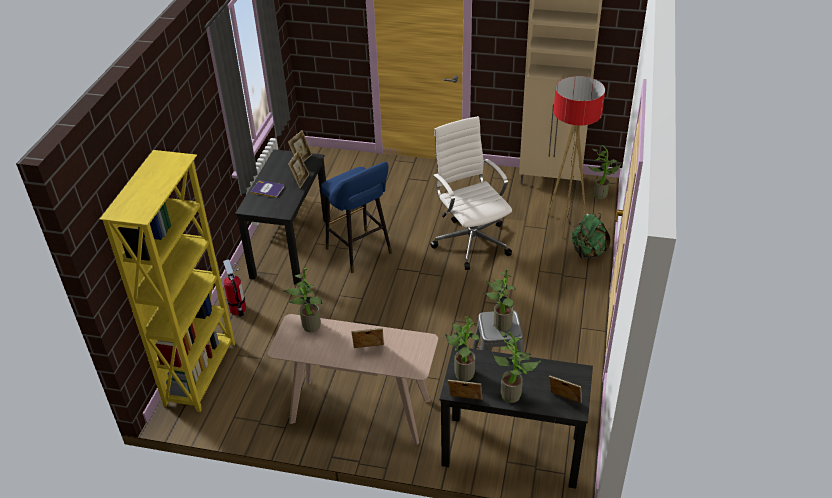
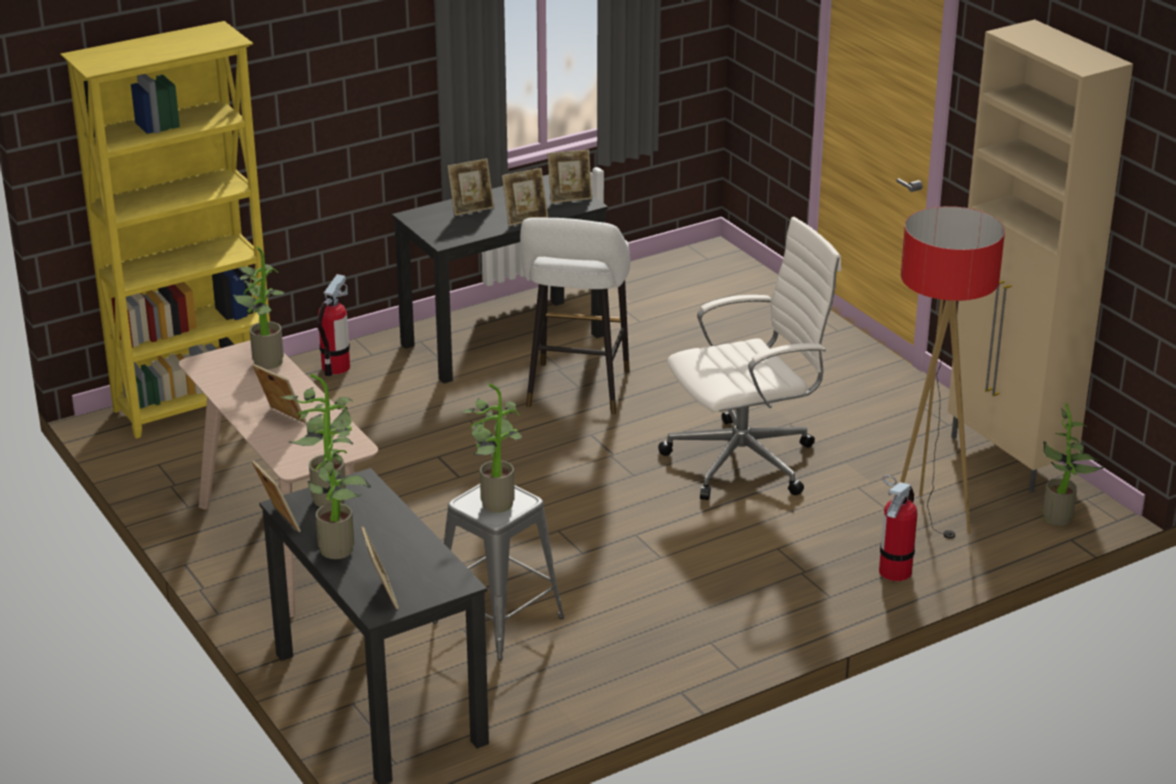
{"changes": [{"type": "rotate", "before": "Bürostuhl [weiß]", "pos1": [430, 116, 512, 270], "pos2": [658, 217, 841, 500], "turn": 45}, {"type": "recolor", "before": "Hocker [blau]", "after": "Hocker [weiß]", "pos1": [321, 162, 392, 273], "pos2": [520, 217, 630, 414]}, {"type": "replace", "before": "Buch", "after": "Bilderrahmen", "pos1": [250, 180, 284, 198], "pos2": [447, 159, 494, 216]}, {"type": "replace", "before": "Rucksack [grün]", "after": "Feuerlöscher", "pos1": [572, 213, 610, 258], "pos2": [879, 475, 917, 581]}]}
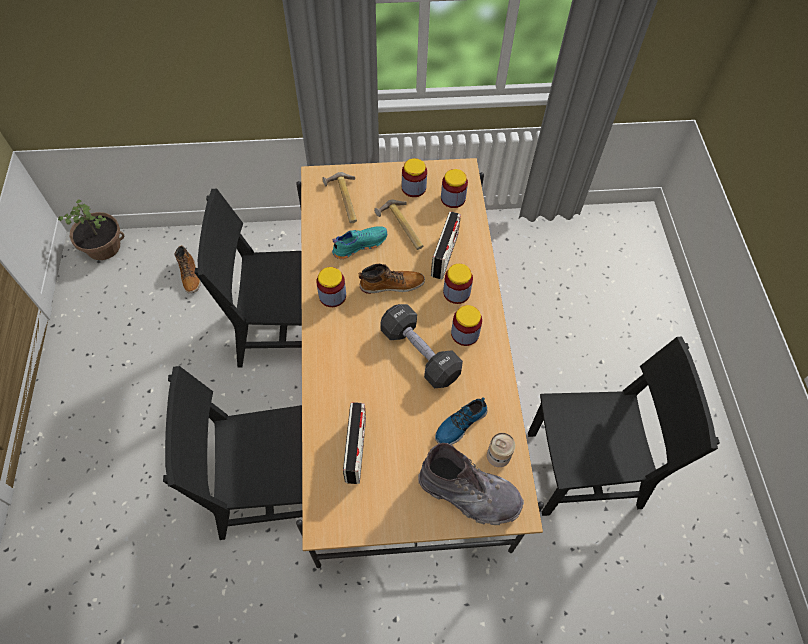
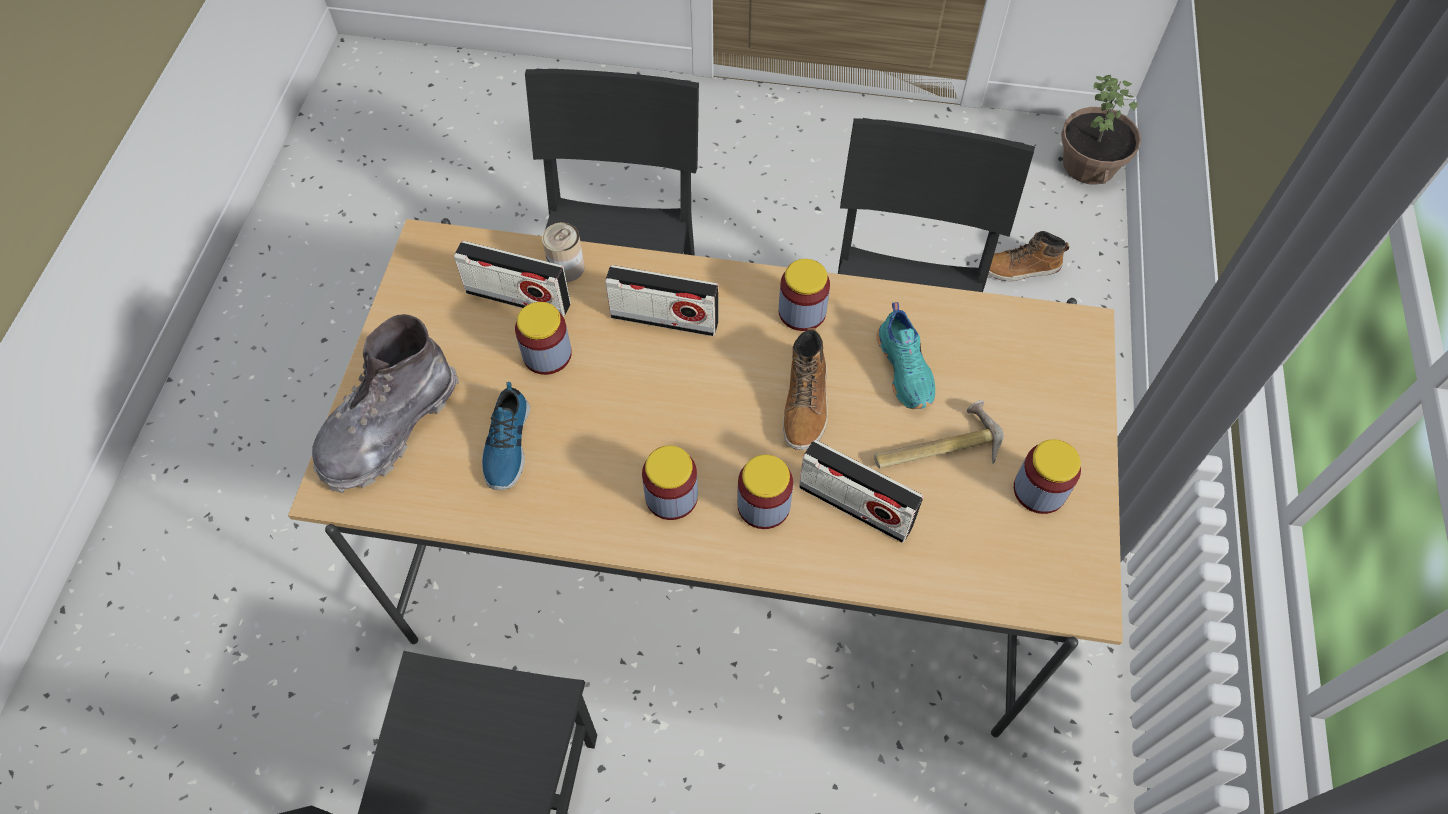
{"changes": [{"type": "move", "before": "Vorratsglas", "pos1": [441, 169, 468, 208], "pos2": [515, 302, 572, 375]}, {"type": "delete", "before": "Hammer", "pos1": [322, 172, 357, 223]}, {"type": "delete", "before": "Hantel [schwarz]", "pos1": [380, 304, 463, 388]}, {"type": "rotate", "before": "Schuh", "pos1": [435, 397, 487, 445], "pos2": [482, 382, 530, 490], "turn": -150}, {"type": "move", "before": "Dose", "pos1": [487, 433, 515, 467], "pos2": [542, 223, 585, 282]}, {"type": "insert", "after": "Radio", "pos2": [605, 265, 719, 336]}]}
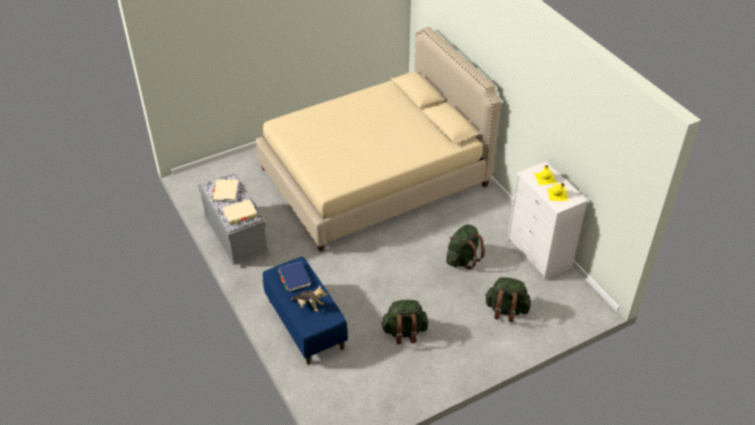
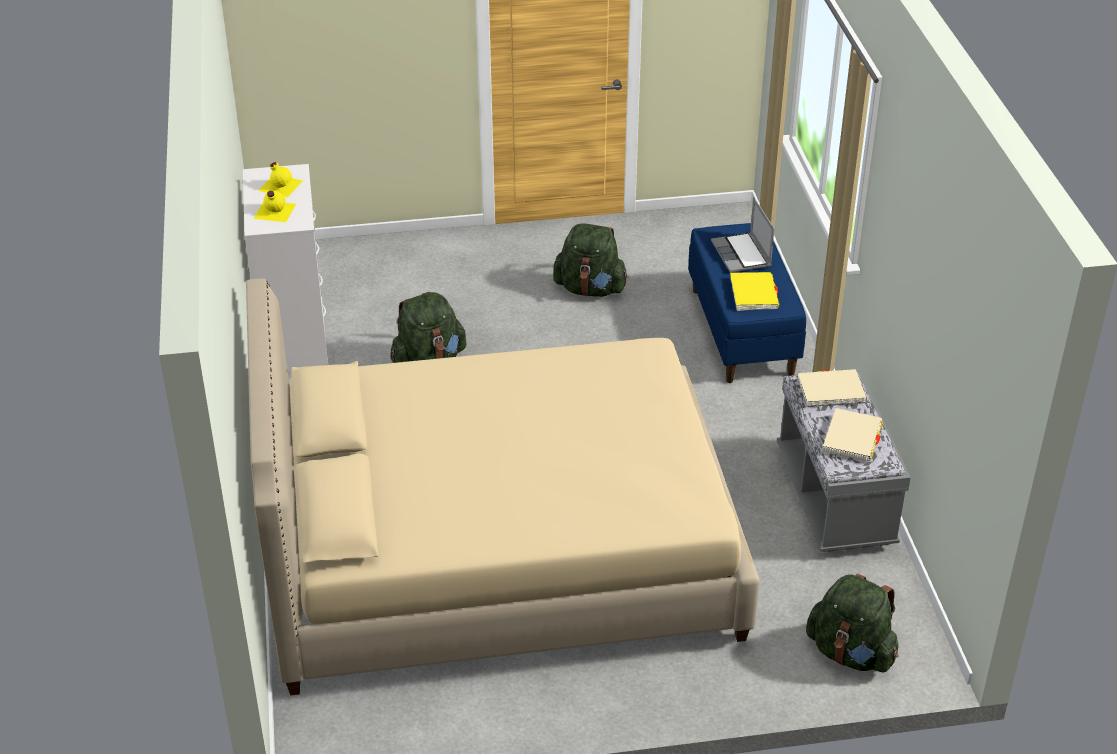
{"changes": [{"type": "recolor", "before": "Buch [blau]", "after": "Buch [gelb]", "pos1": [278, 261, 311, 292], "pos2": [730, 272, 779, 311]}, {"type": "move", "before": "Rucksack [grün]", "pos1": [485, 277, 531, 322], "pos2": [806, 574, 899, 672]}, {"type": "replace", "before": "Plüschtier", "after": "Laptop", "pos1": [290, 286, 327, 312], "pos2": [711, 197, 775, 273]}]}
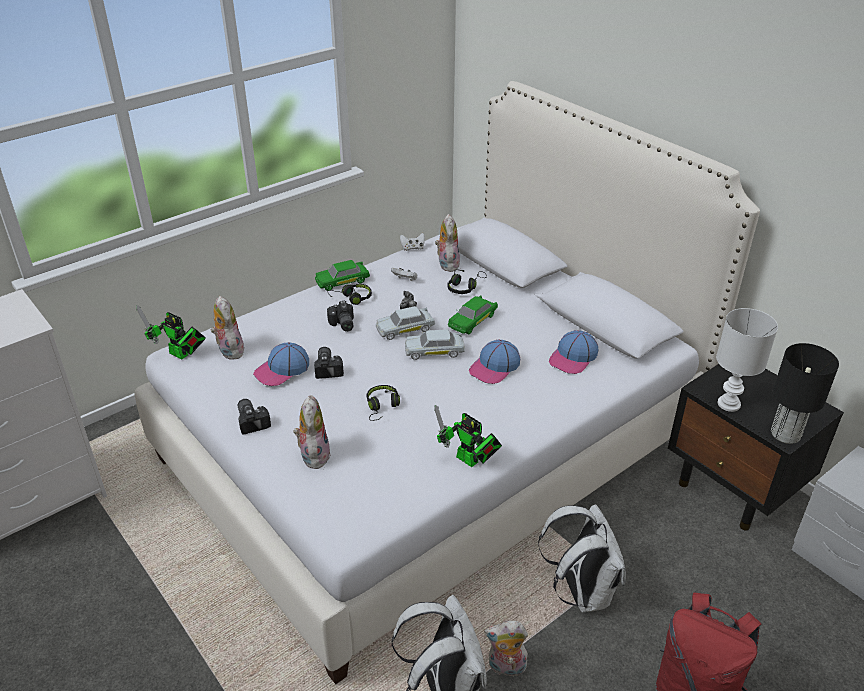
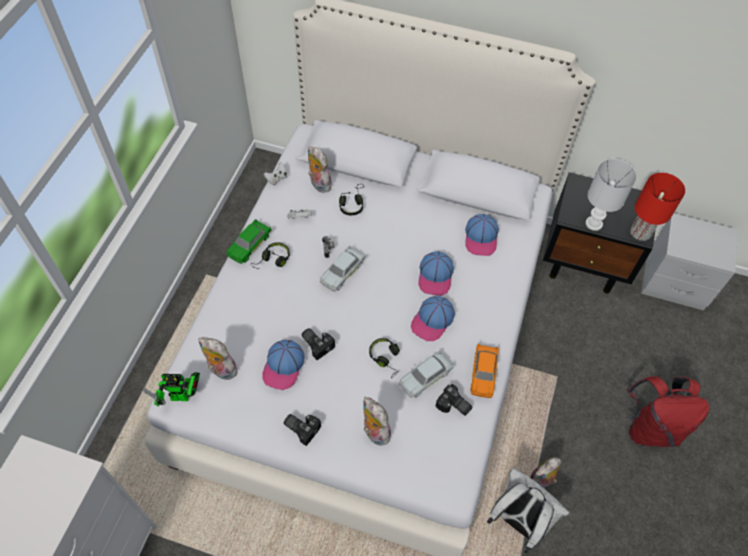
{"changes": [{"type": "delete", "before": "Spielzeugauto [grün]", "pos1": [448, 295, 498, 334]}, {"type": "move", "before": "Kamera", "pos1": [327, 301, 354, 332], "pos2": [436, 384, 472, 416]}, {"type": "move", "before": "Spielzeugauto [weiß]", "pos1": [405, 329, 465, 360], "pos2": [399, 351, 454, 398]}, {"type": "recolor", "before": "Tischlampe [schwarz]", "after": "Tischlampe [rot]", "pos1": [771, 343, 839, 444], "pos2": [630, 173, 685, 241]}, {"type": "replace", "before": "Spielzeugroboter", "after": "Spielzeugauto [orange]", "pos1": [434, 405, 502, 467], "pos2": [470, 344, 499, 398]}, {"type": "delete", "before": "Rucksack [weiß]", "pos1": [538, 504, 626, 612]}, {"type": "insert", "after": "Kappe", "pos2": [411, 296, 455, 341]}]}
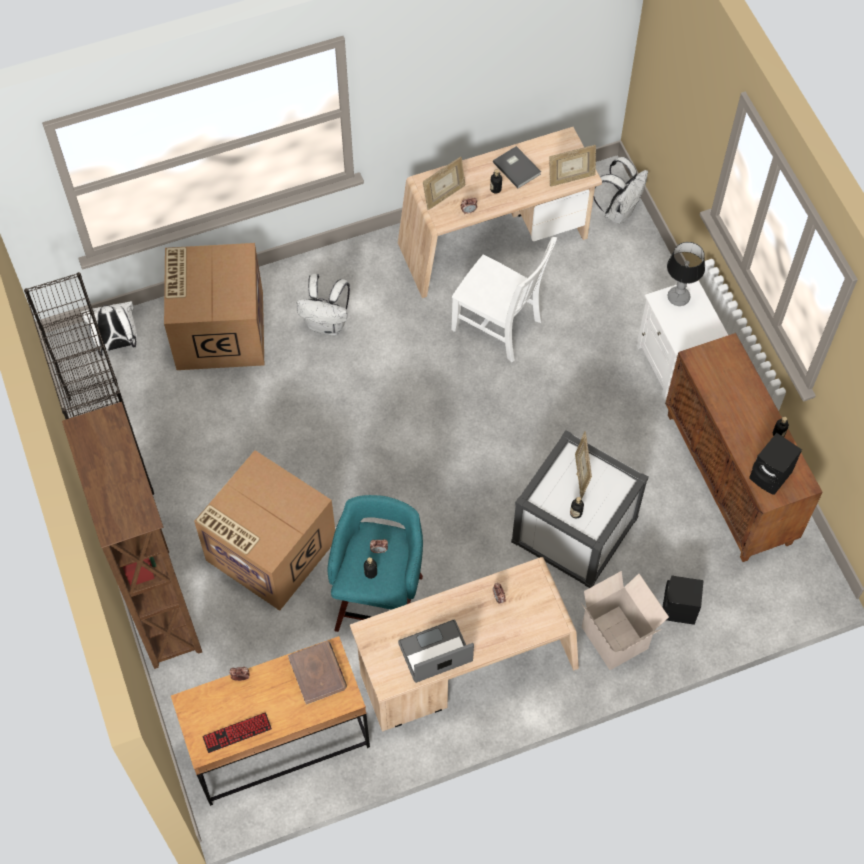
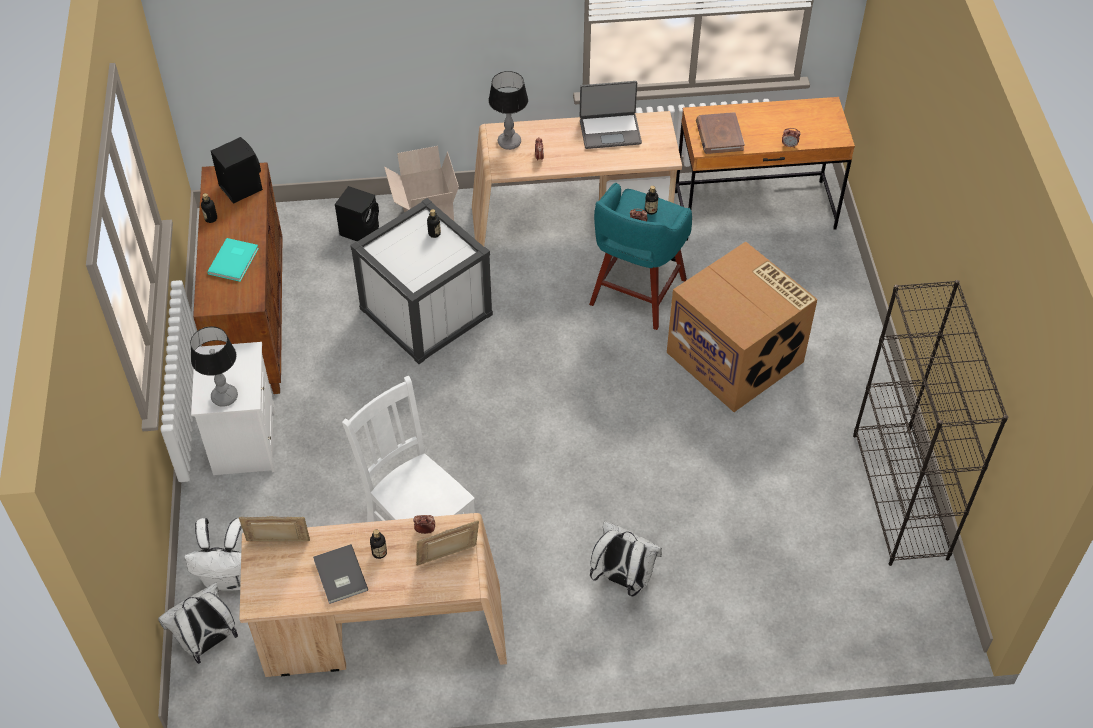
{"changes": [{"type": "delete", "before": "Karton", "pos1": [164, 243, 264, 370]}, {"type": "move", "before": "Rucksack [weiß]", "pos1": [81, 301, 137, 356], "pos2": [184, 518, 242, 591]}, {"type": "delete", "before": "Bücherregal [braun]", "pos1": [62, 402, 202, 669]}, {"type": "delete", "before": "Bilderrahmen", "pos1": [575, 431, 592, 499]}, {"type": "delete", "before": "Tastatur", "pos1": [202, 712, 272, 753]}, {"type": "insert", "after": "Tischlampe", "pos2": [489, 71, 528, 150]}, {"type": "insert", "after": "Buch [türkis]", "pos2": [207, 238, 259, 282]}]}
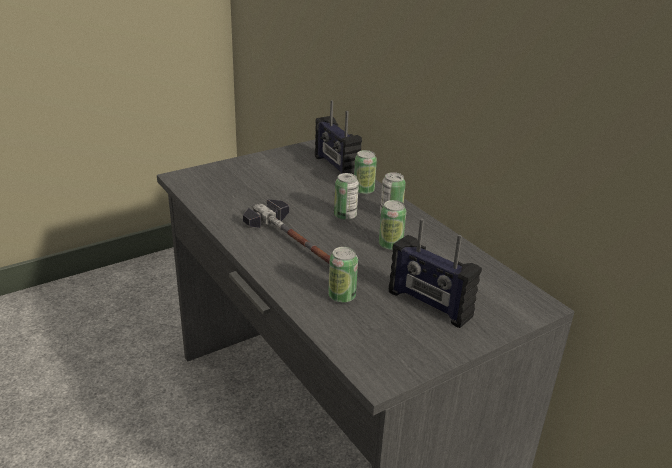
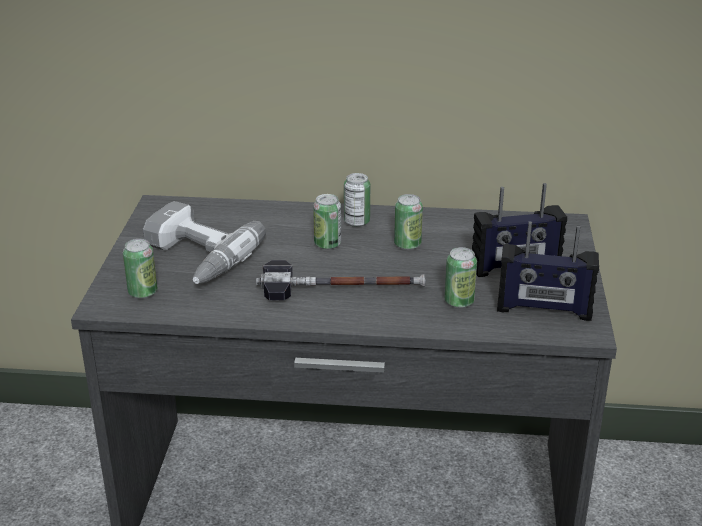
{"changes": [{"type": "move", "before": "Radio", "pos1": [315, 100, 362, 174], "pos2": [497, 222, 599, 321]}, {"type": "move", "before": "Dose", "pos1": [354, 150, 377, 195], "pos2": [123, 239, 157, 299]}, {"type": "insert", "after": "Bohrmaschine", "pos2": [143, 201, 266, 284]}]}
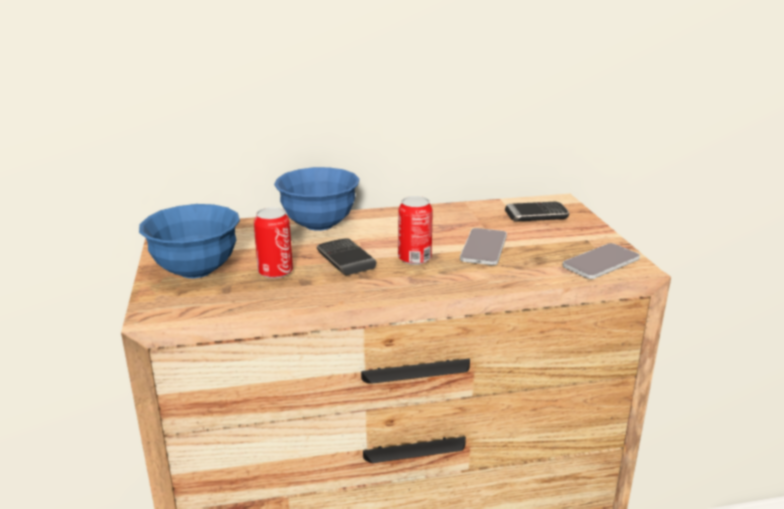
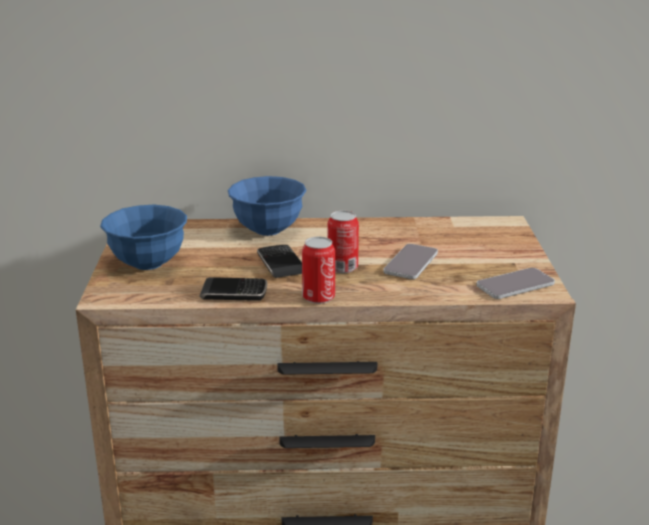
{"changes": [{"type": "move", "before": "Handy", "pos1": [505, 202, 569, 222], "pos2": [199, 277, 267, 301]}, {"type": "move", "before": "Dose", "pos1": [254, 207, 293, 279], "pos2": [302, 237, 335, 304]}]}
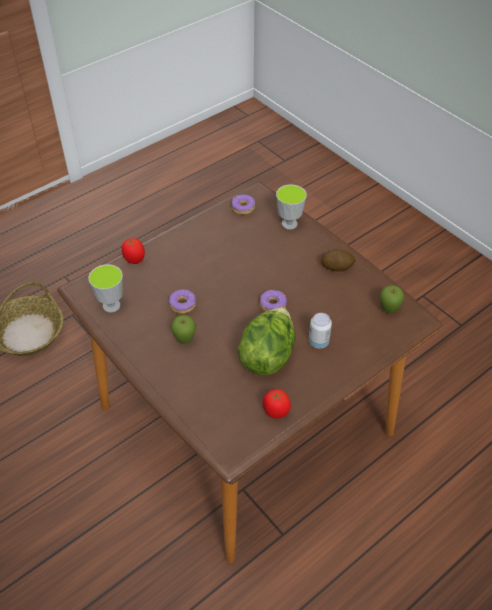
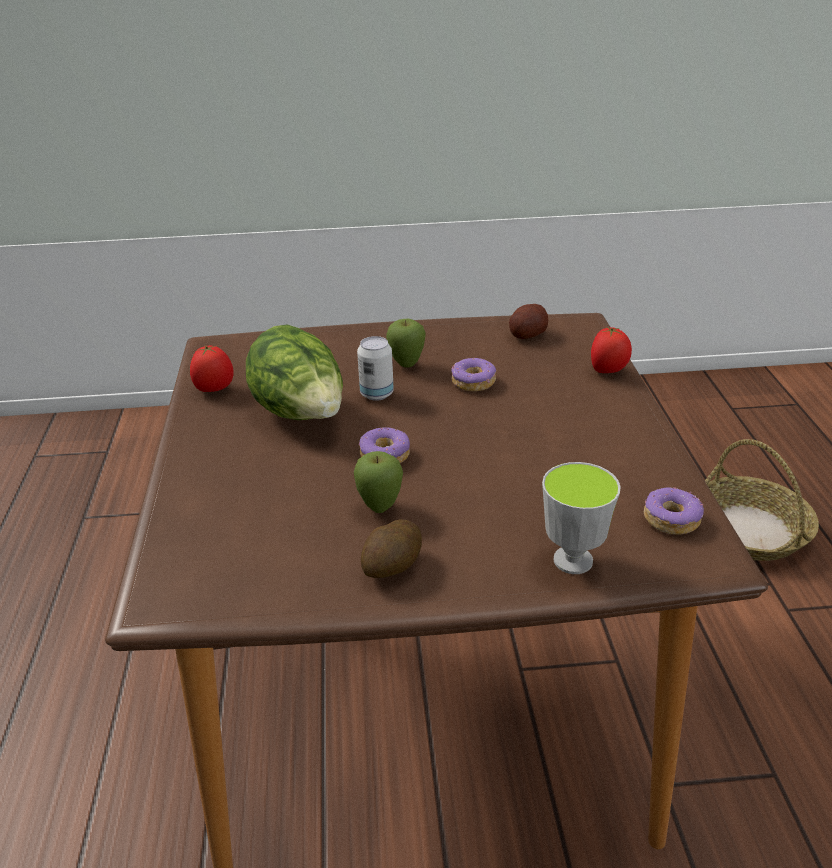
{"changes": [{"type": "replace", "before": "Tasse", "after": "Kartoffel", "pos1": [88, 264, 123, 313], "pos2": [509, 304, 548, 339]}, {"type": "move", "before": "Apfel", "pos1": [380, 285, 404, 313], "pos2": [354, 451, 403, 513]}, {"type": "move", "before": "Dose", "pos1": [309, 313, 332, 349], "pos2": [357, 336, 394, 401]}]}
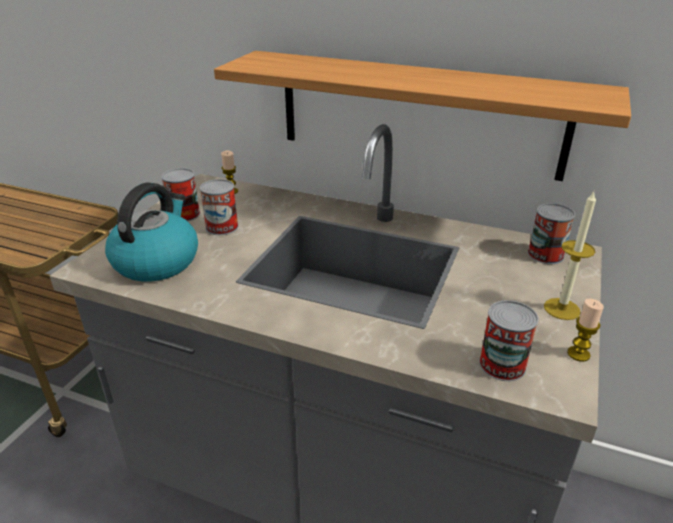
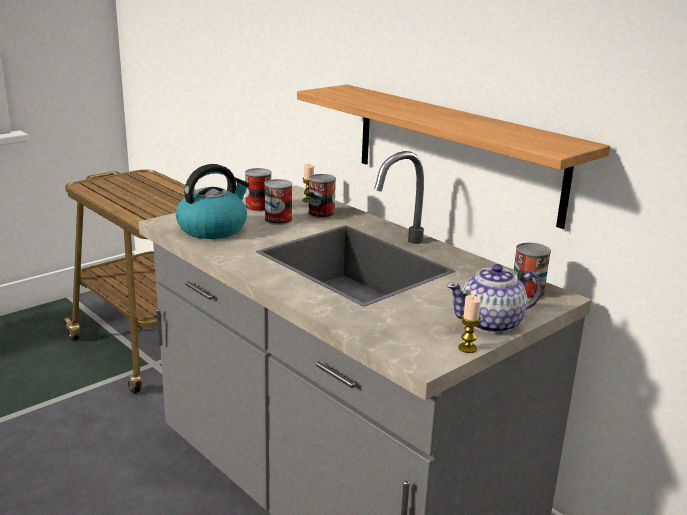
{"changes": [{"type": "replace", "before": "Kerze", "after": "Teekanne", "pos1": [544, 192, 596, 320], "pos2": [446, 264, 542, 334]}, {"type": "move", "before": "Dose", "pos1": [479, 300, 539, 381], "pos2": [308, 174, 336, 218]}]}
